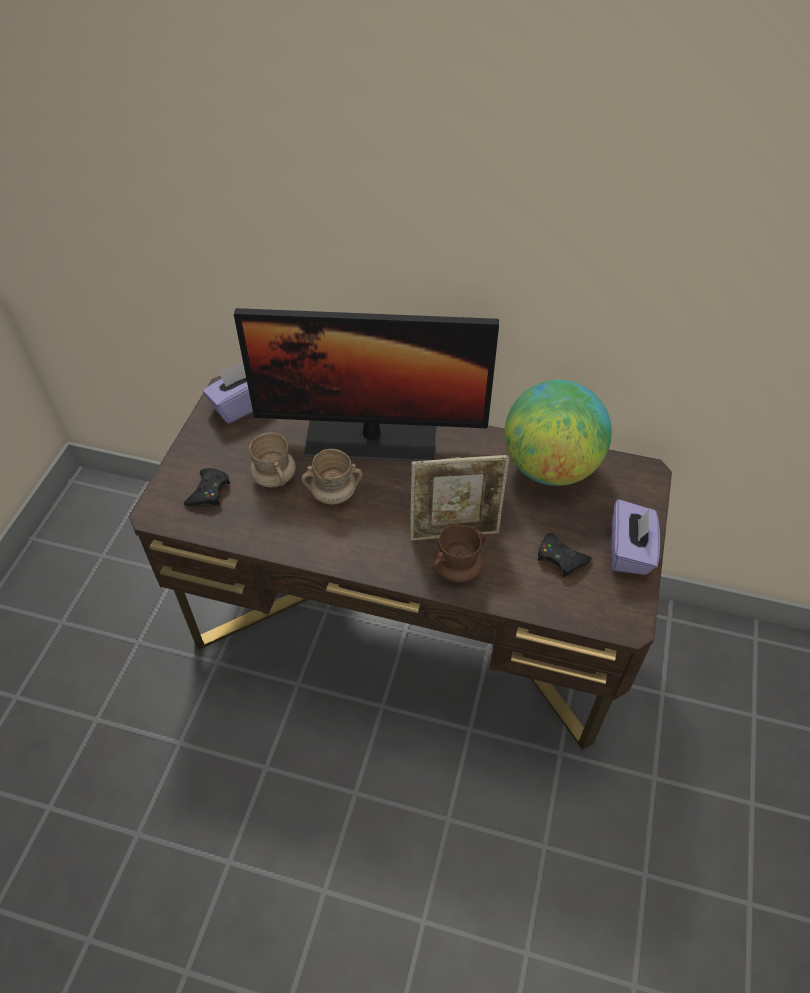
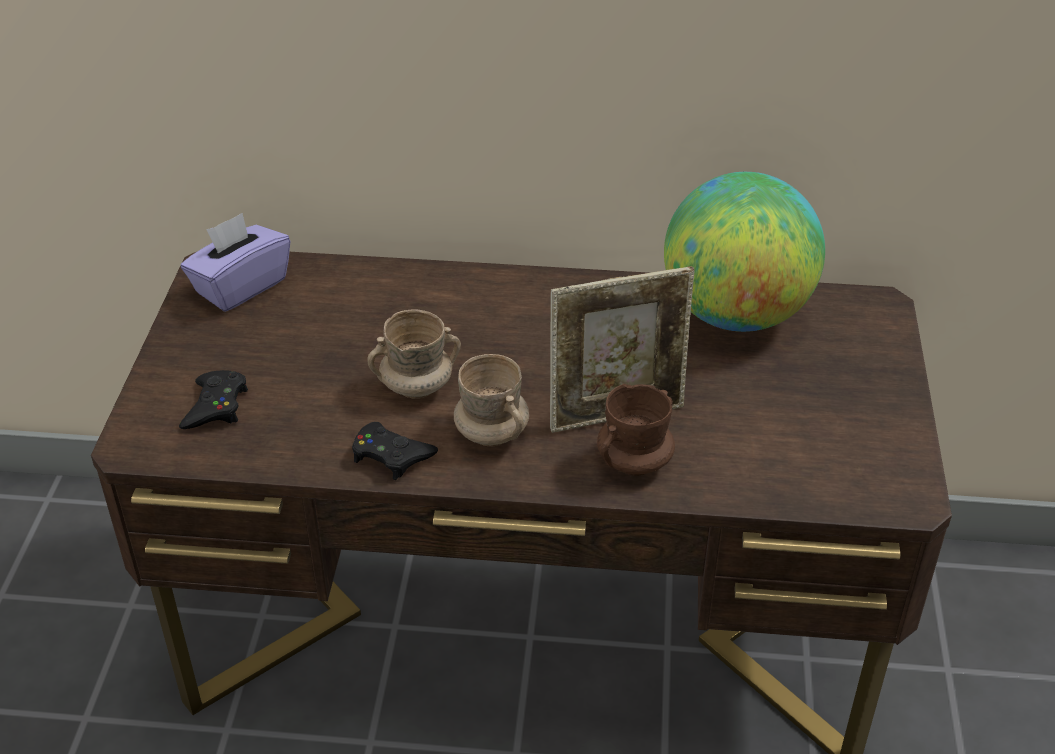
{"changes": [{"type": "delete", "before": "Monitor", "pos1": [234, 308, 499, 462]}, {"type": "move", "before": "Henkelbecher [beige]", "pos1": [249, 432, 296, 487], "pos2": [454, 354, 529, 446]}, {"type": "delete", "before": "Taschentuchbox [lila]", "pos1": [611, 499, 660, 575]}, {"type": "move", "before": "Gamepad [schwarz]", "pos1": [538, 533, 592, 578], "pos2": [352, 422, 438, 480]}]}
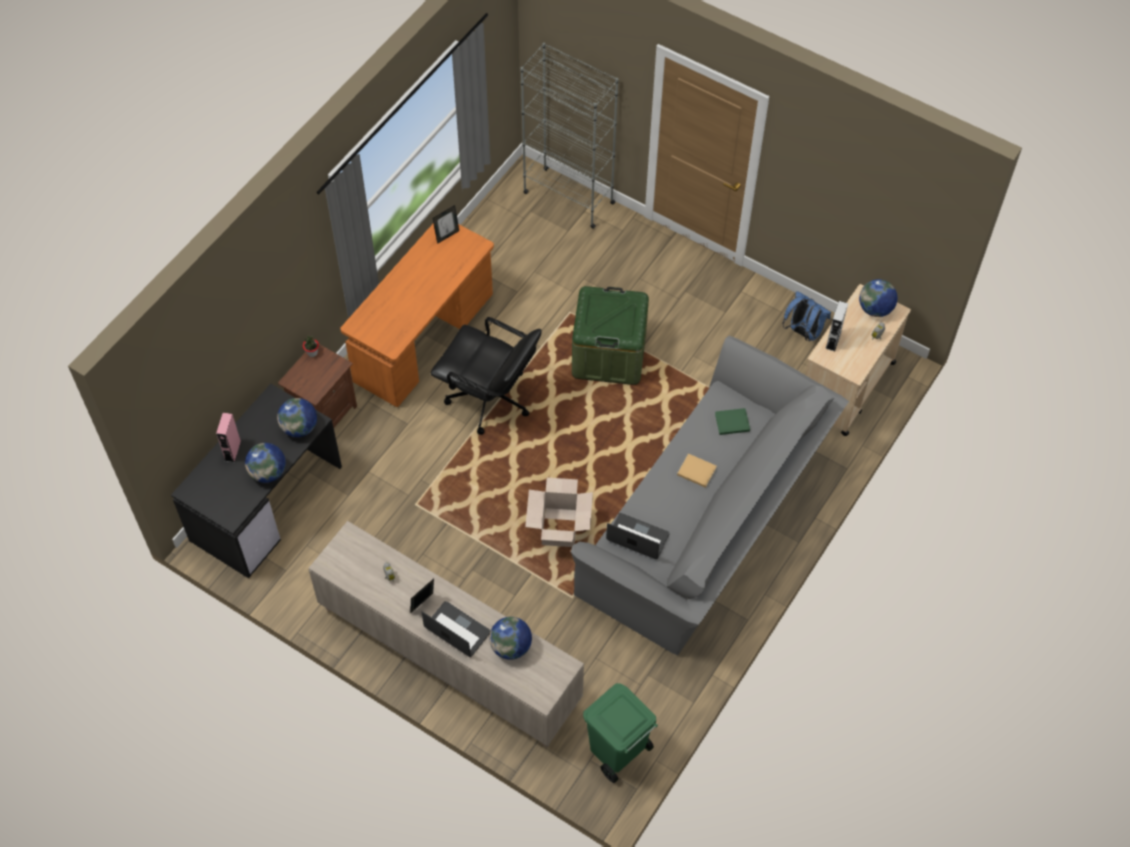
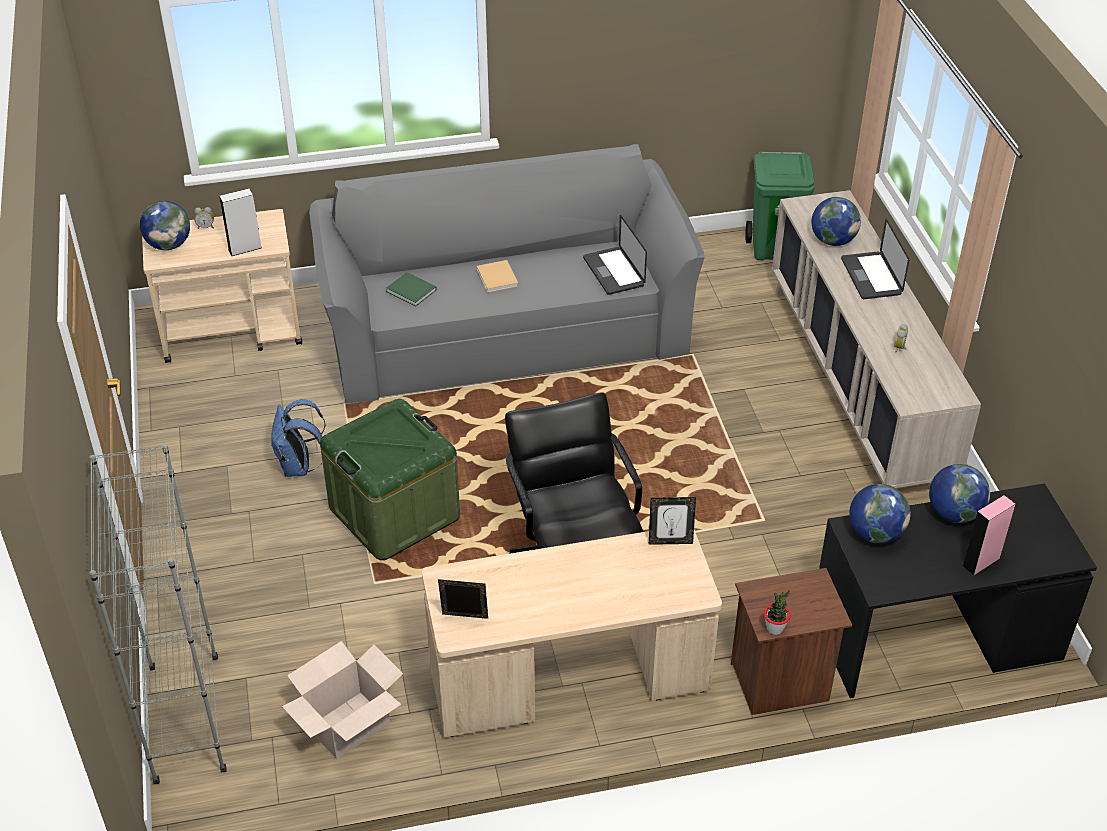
{"changes": [{"type": "recolor", "before": "Schreibtisch [orange]", "after": "Schreibtisch [beige]", "pos1": [340, 224, 494, 407], "pos2": [422, 530, 722, 738]}, {"type": "move", "before": "Rucksack [blau]", "pos1": [782, 291, 831, 341], "pos2": [271, 399, 326, 477]}, {"type": "move", "before": "Karton", "pos1": [525, 478, 593, 547], "pos2": [282, 641, 403, 759]}, {"type": "move", "before": "Bilderrahmen", "pos1": [410, 579, 434, 614], "pos2": [649, 497, 696, 545]}]}
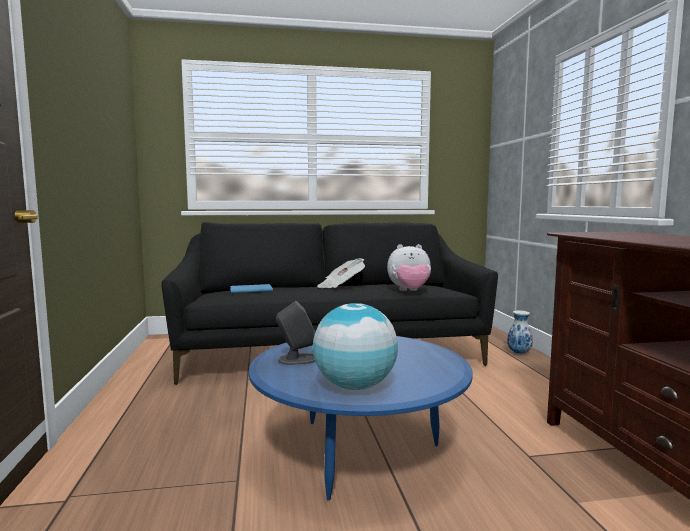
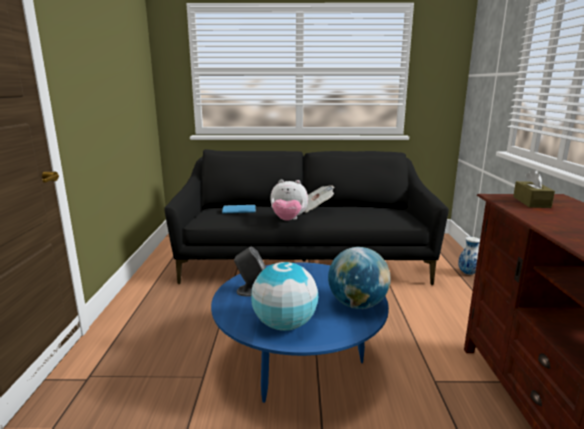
{"changes": [{"type": "move", "before": "Plüschtier", "pos1": [387, 244, 431, 291], "pos2": [270, 179, 308, 221]}, {"type": "insert", "after": "Taschentuchbox [braun]", "pos2": [513, 169, 555, 208]}, {"type": "insert", "after": "Globus", "pos2": [328, 247, 391, 309]}]}
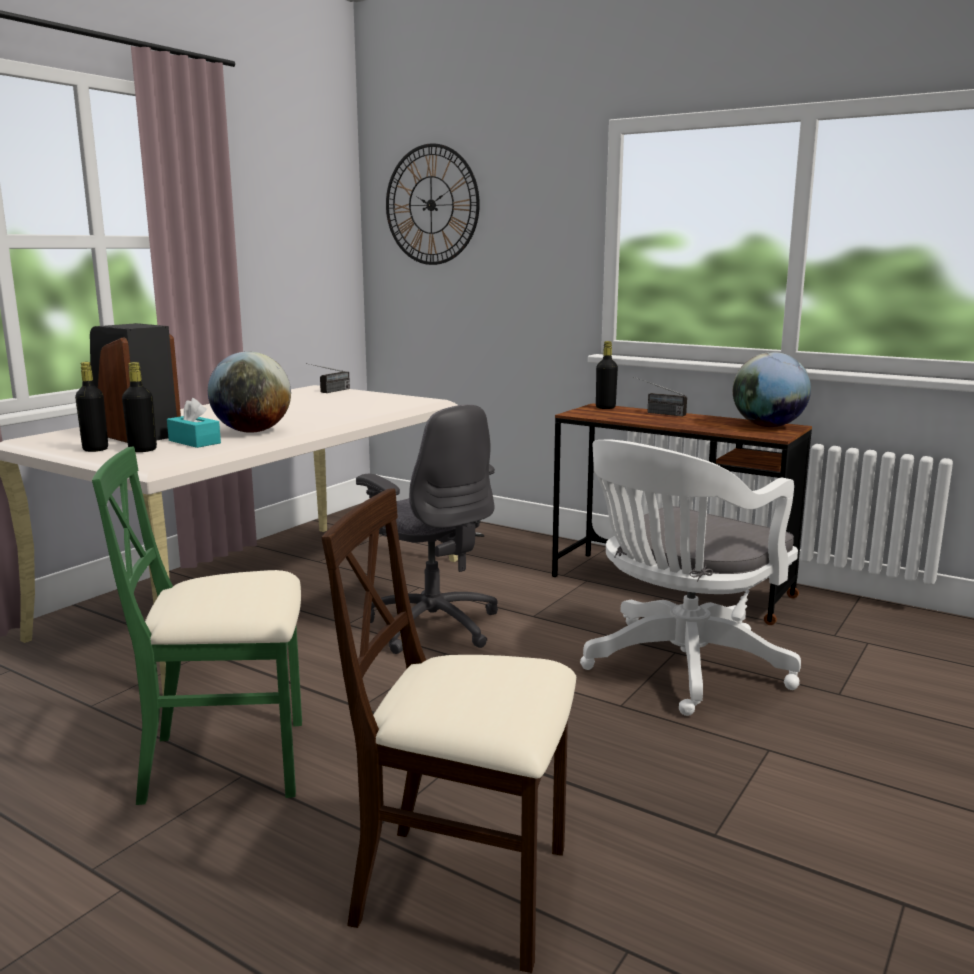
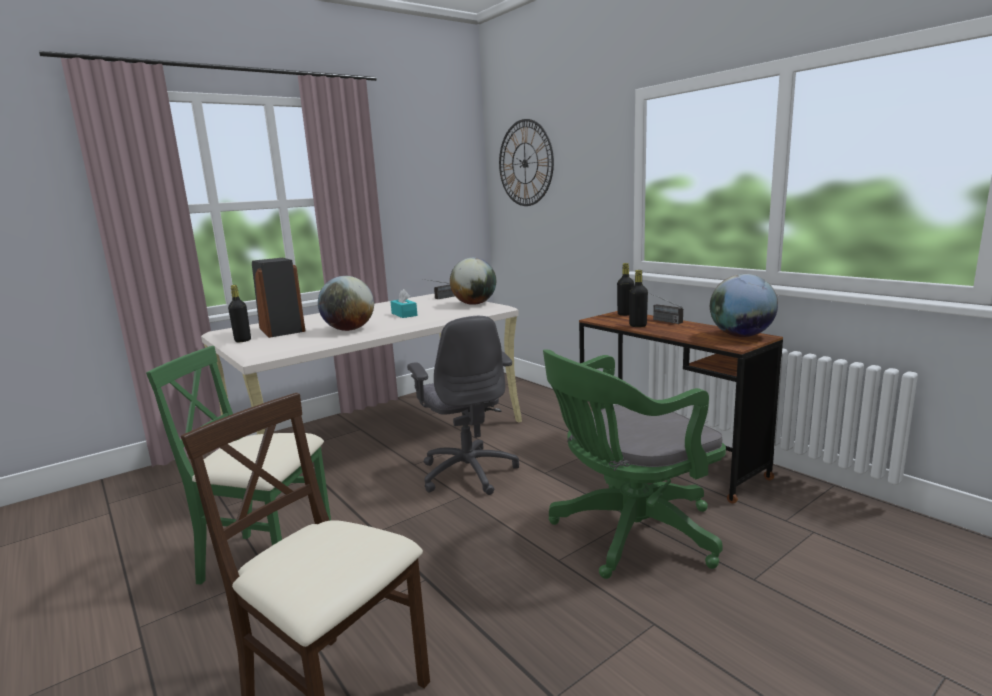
{"changes": [{"type": "move", "before": "Flasche [schwarz]", "pos1": [122, 362, 157, 452], "pos2": [629, 270, 648, 327]}, {"type": "move", "before": "Taschentuchbox [türkis]", "pos1": [167, 398, 221, 448], "pos2": [390, 289, 417, 318]}, {"type": "recolor", "before": "Bürostuhl [weiß]", "after": "Bürostuhl [grün]", "pos1": [580, 439, 801, 716], "pos2": [543, 350, 726, 579]}, {"type": "insert", "after": "Globus", "pos2": [450, 258, 496, 305]}]}
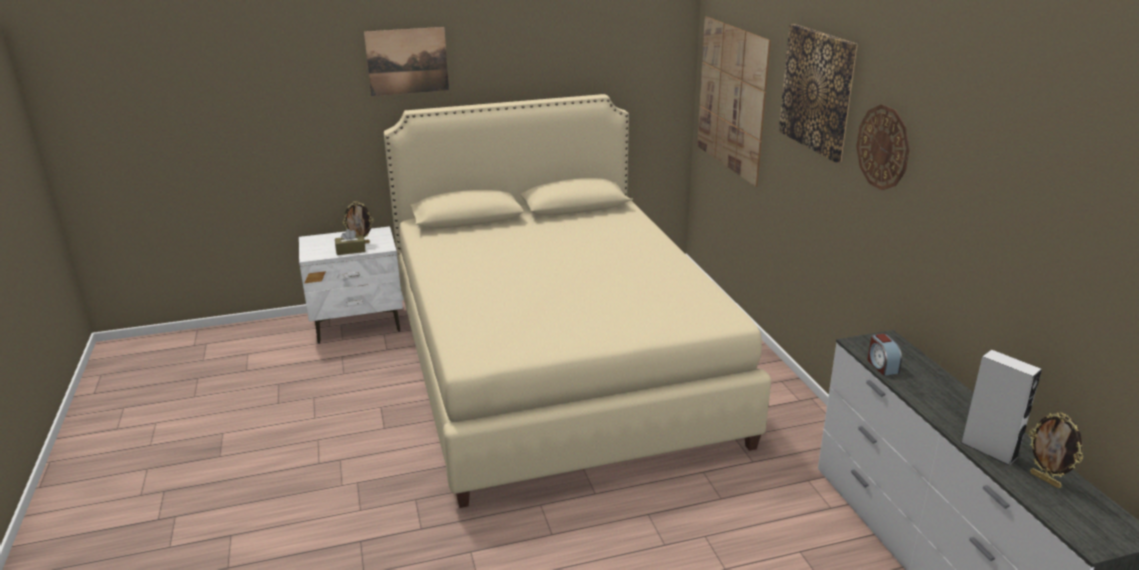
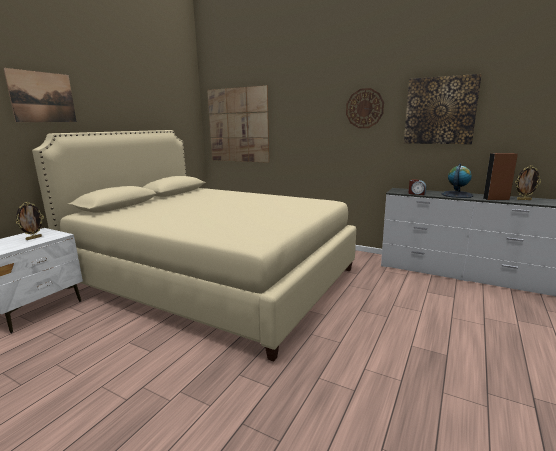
{"changes": [{"type": "move", "before": "Bild", "pos1": [779, 24, 858, 163], "pos2": [404, 74, 482, 144]}, {"type": "delete", "before": "Taschentuchbox [braun]", "pos1": [335, 229, 366, 255]}, {"type": "recolor", "before": "Lautsprecher [grau]", "after": "Lautsprecher [braun]", "pos1": [961, 350, 1042, 466], "pos2": [483, 153, 518, 200]}, {"type": "insert", "after": "Globus", "pos2": [442, 164, 473, 198]}]}
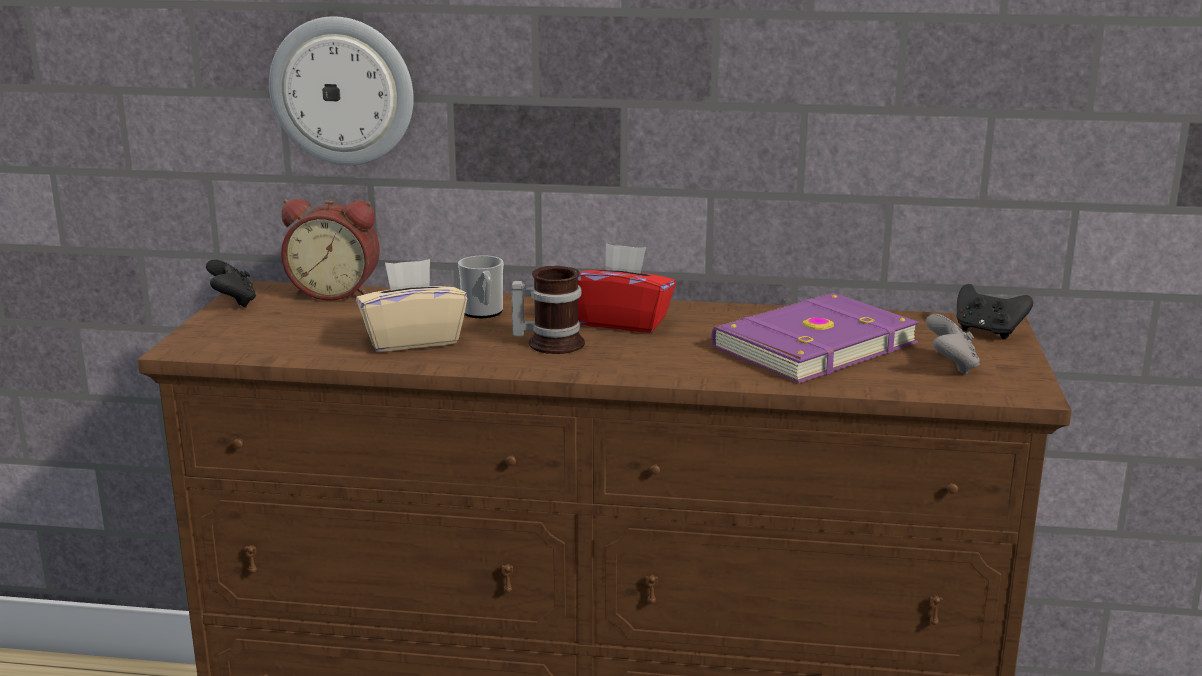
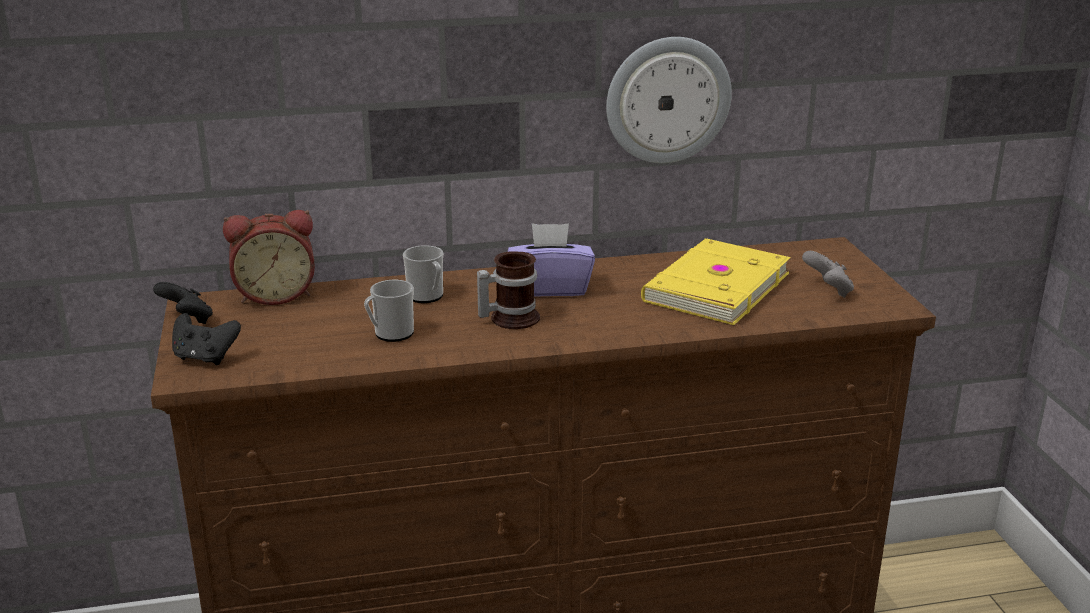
{"changes": [{"type": "move", "before": "Wanduhr", "pos1": [269, 16, 414, 165], "pos2": [606, 37, 732, 163]}, {"type": "recolor", "before": "Taschentuchbox [rot]", "after": "Taschentuchbox [lila]", "pos1": [578, 243, 676, 333], "pos2": [508, 223, 595, 297]}, {"type": "replace", "before": "Taschentuchbox [beige]", "after": "Henkelbecher", "pos1": [356, 259, 468, 352], "pos2": [364, 280, 414, 342]}, {"type": "move", "before": "Gamepad [schwarz]", "pos1": [957, 284, 1033, 339], "pos2": [172, 313, 241, 365]}, {"type": "recolor", "before": "Buch [lila]", "after": "Buch [gelb]", "pos1": [712, 293, 920, 383], "pos2": [641, 238, 791, 325]}]}
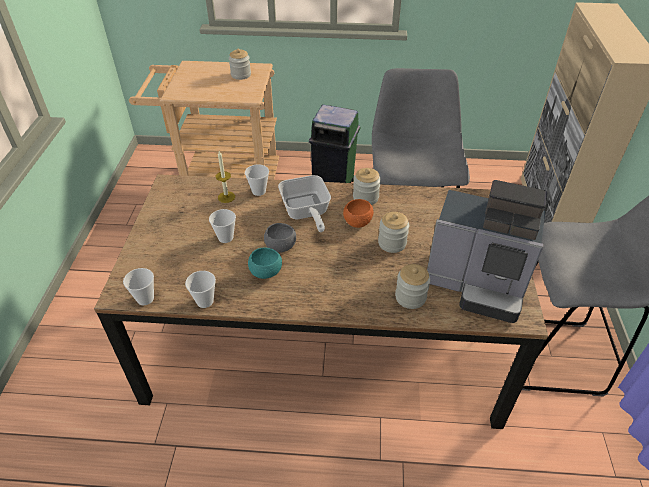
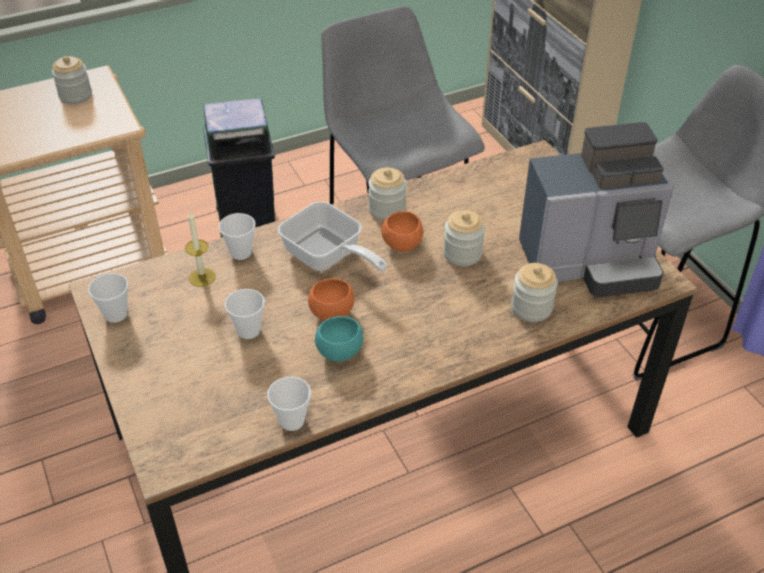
{"changes": [{"type": "recolor", "before": "Schüssel [grau]", "after": "Schüssel [orange]", "pos1": [264, 223, 296, 253], "pos2": [308, 278, 354, 321]}, {"type": "move", "before": "Tasse", "pos1": [123, 268, 154, 305], "pos2": [88, 273, 128, 323]}]}
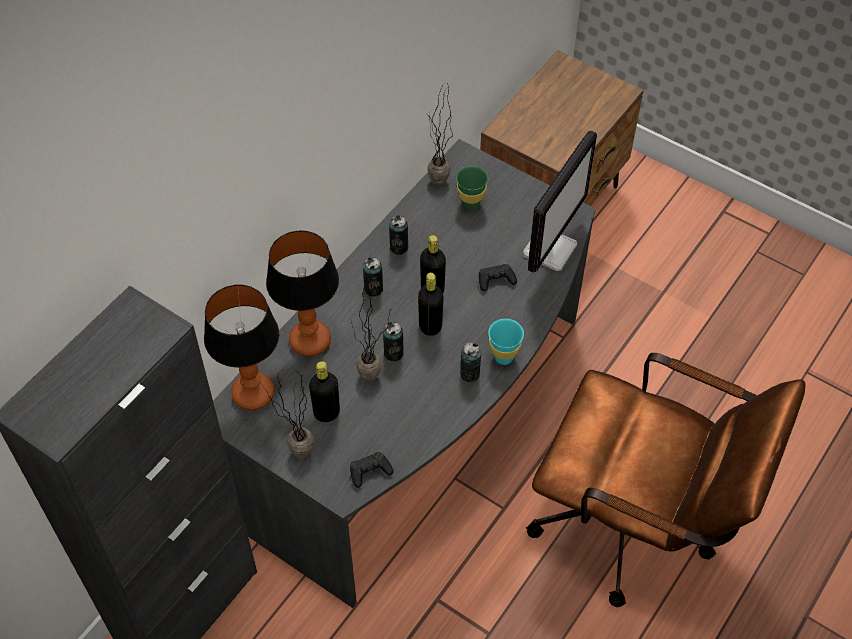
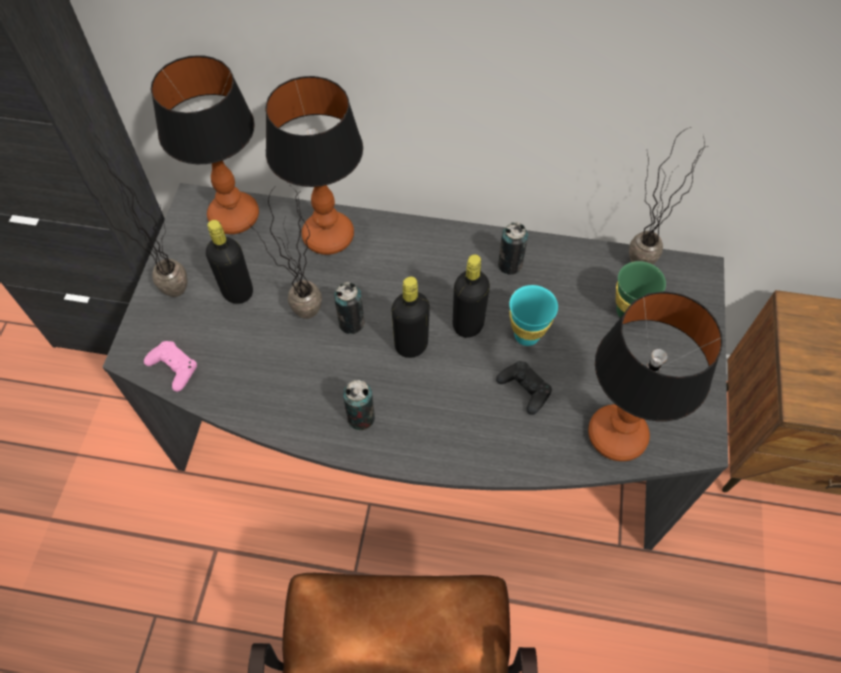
{"changes": [{"type": "replace", "before": "Monitor", "after": "Tischlampe", "pos1": [523, 131, 597, 273], "pos2": [588, 291, 723, 461]}, {"type": "delete", "before": "Dose", "pos1": [363, 257, 383, 297]}, {"type": "move", "before": "Tasse [türkis]", "pos1": [488, 319, 524, 365], "pos2": [509, 285, 558, 346]}, {"type": "recolor", "before": "Gamepad [schwarz]", "after": "Gamepad [rosa]", "pos1": [350, 452, 393, 488], "pos2": [144, 341, 197, 392]}]}
